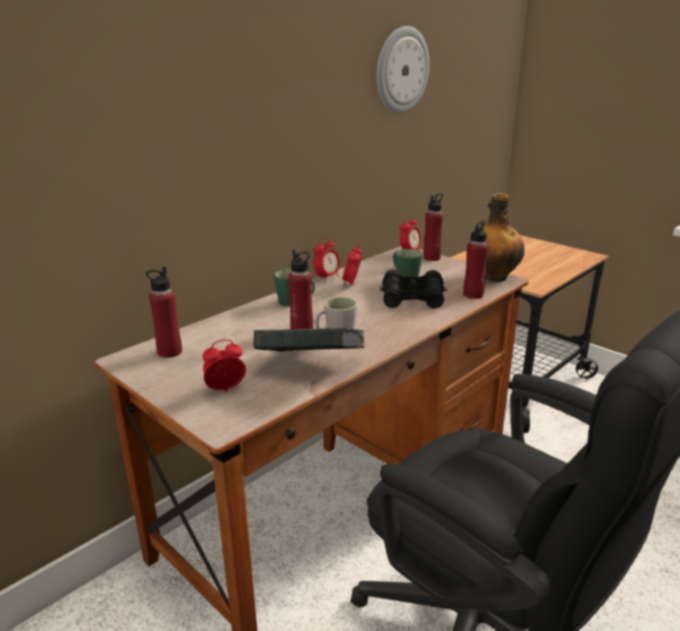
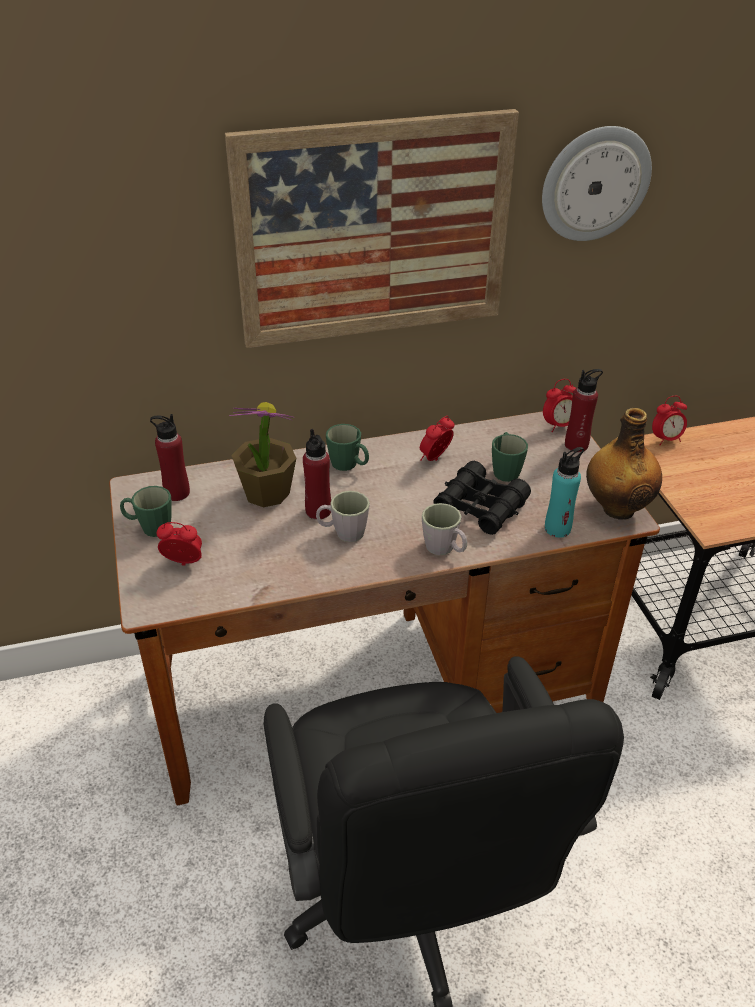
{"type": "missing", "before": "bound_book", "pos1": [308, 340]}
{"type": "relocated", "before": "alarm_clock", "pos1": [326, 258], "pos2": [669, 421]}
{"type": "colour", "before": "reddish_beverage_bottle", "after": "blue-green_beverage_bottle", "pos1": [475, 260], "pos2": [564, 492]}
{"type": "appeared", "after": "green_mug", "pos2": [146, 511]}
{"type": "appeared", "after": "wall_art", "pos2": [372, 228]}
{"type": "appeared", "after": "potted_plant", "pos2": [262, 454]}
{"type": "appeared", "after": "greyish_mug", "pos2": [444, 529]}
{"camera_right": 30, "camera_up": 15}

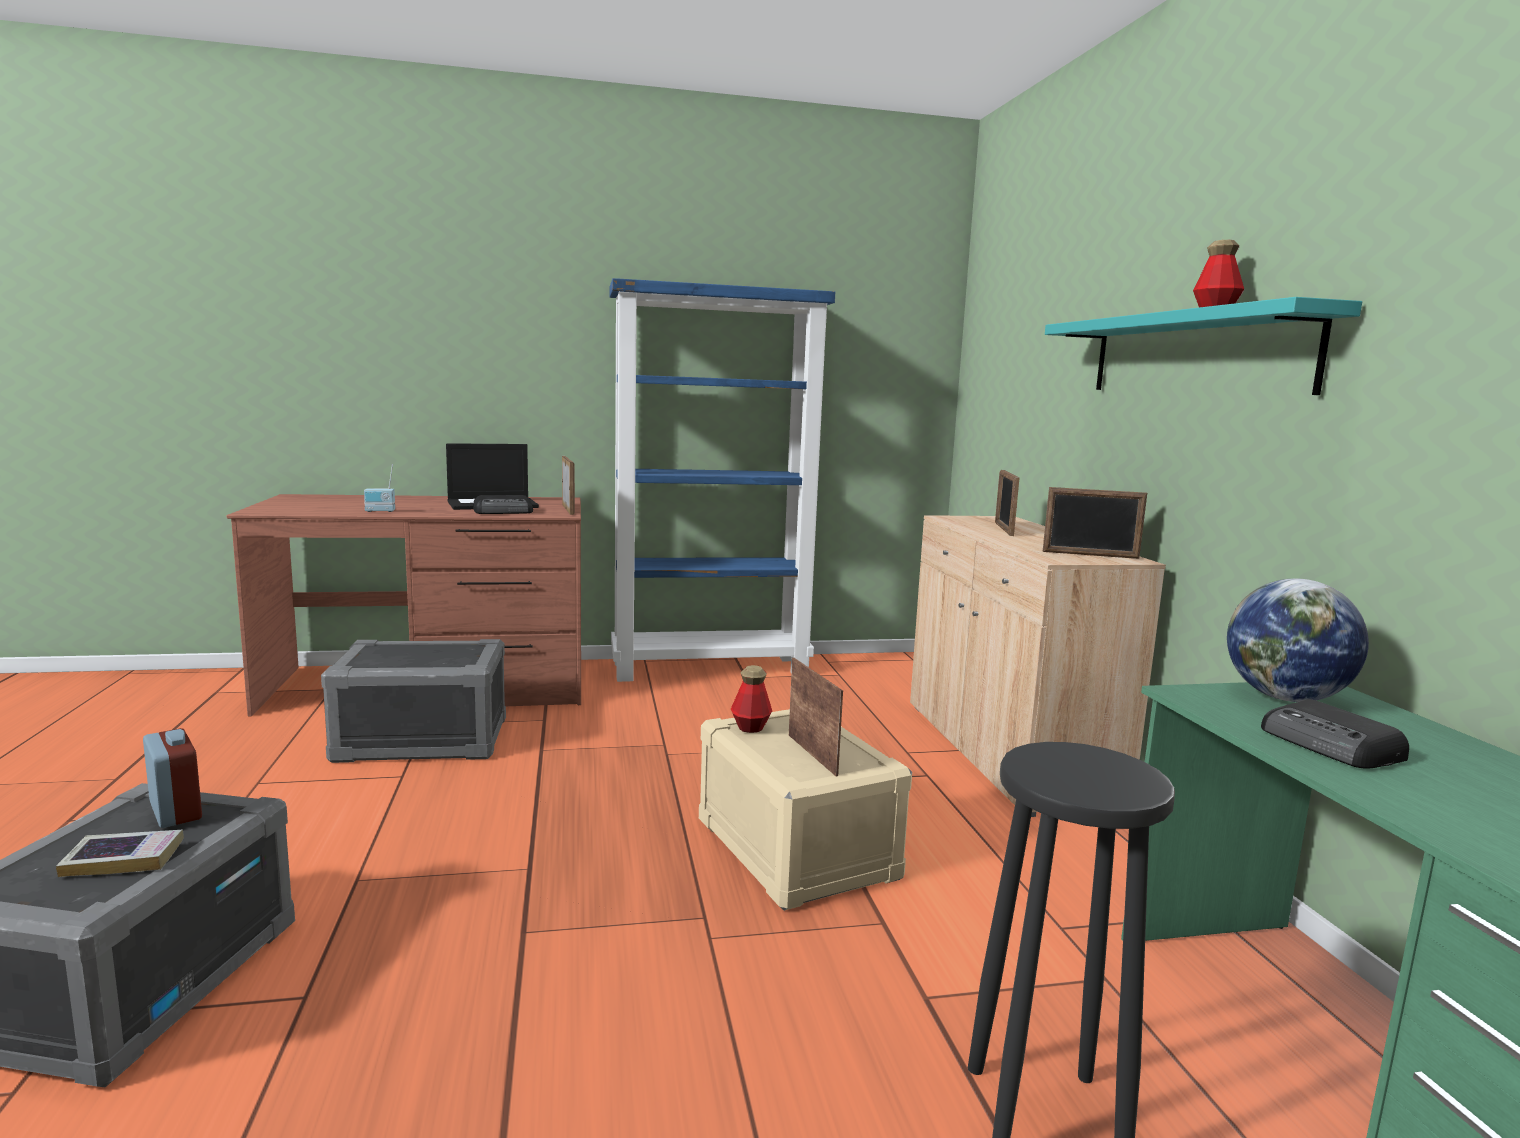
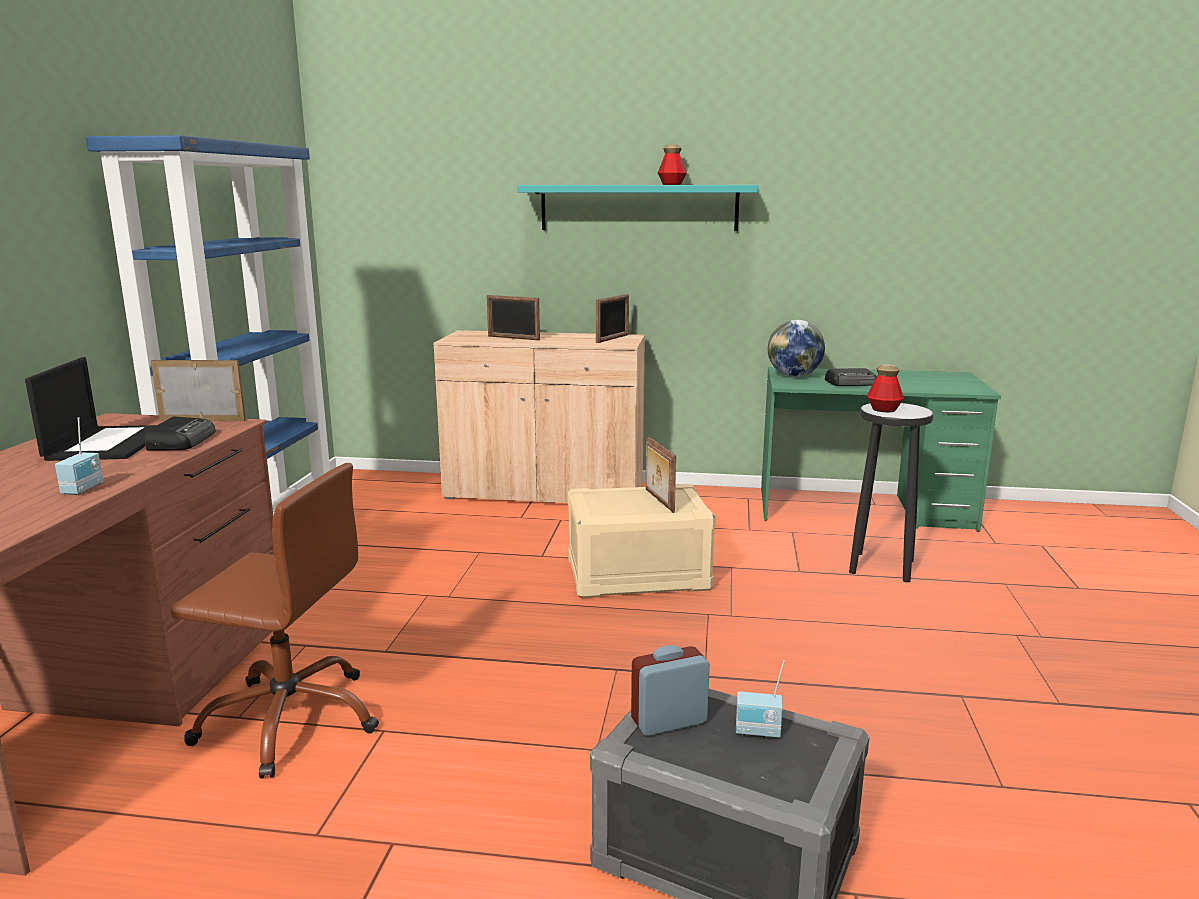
{"type": "exchanged", "before": "bound_book", "after": "radio", "pos1": [120, 853], "pos2": [760, 699]}
{"type": "exchanged", "before": "greyish_storage_box", "after": "brown_computer_chair", "pos1": [413, 701], "pos2": [275, 621]}
{"type": "relocated", "before": "beverage_bottle", "pos1": [751, 699], "pos2": [885, 388]}
{"type": "spun", "before": "standing_frame", "pos1": [816, 717], "pos2": [661, 474], "turn": -105}
{"camera_right": -70, "camera_up": 5}

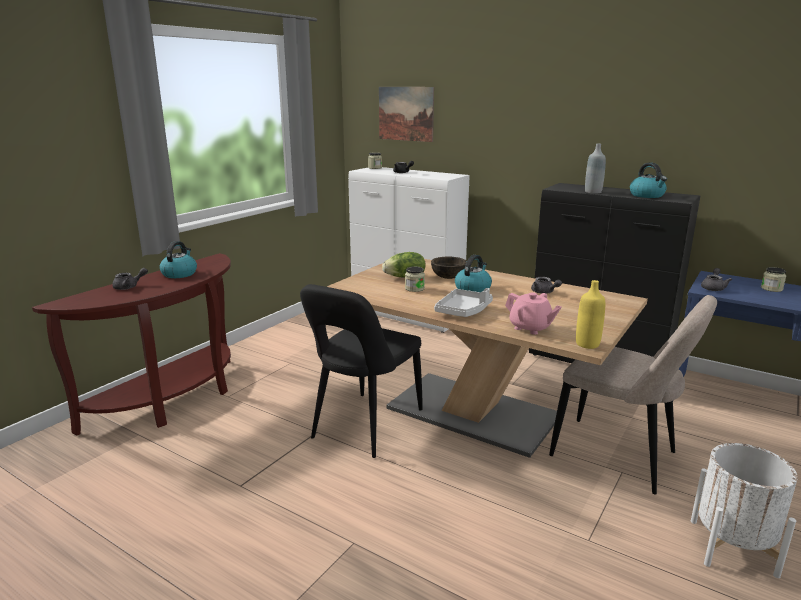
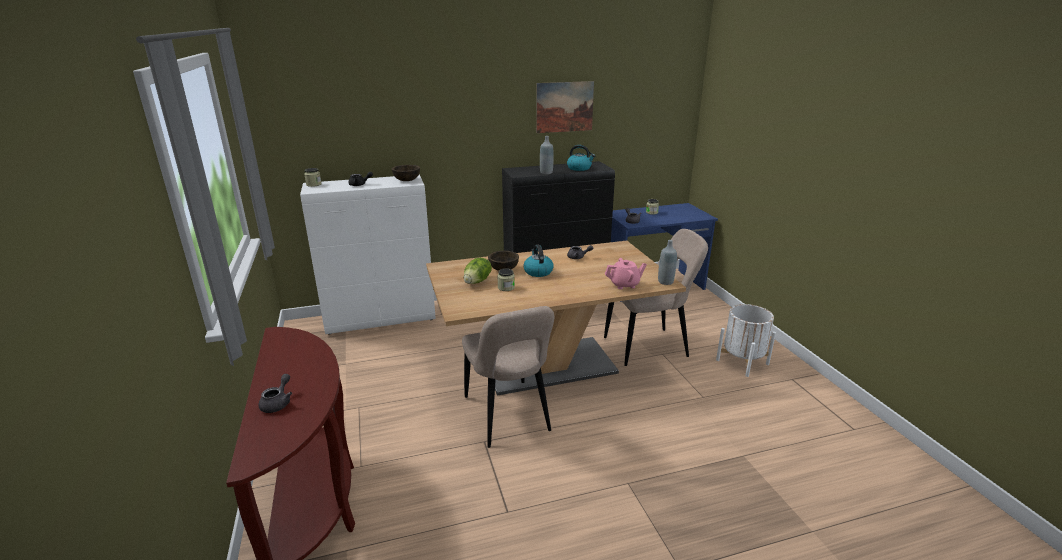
{"type": "missing", "before": "kettle", "pos1": [178, 259]}
{"type": "colour", "before": "blackish_plain_chair", "after": "beige_plain_chair", "pos1": [361, 371], "pos2": [508, 377]}
{"type": "relocated", "before": "wall_art", "pos1": [406, 114], "pos2": [565, 107]}
{"type": "missing", "before": "greyish_tray", "pos1": [463, 302]}
{"type": "colour", "before": "yellow-coloured_beverage_bottle", "after": "greyish_beverage_bottle", "pos1": [590, 314], "pos2": [667, 262]}
{"type": "appeared", "after": "brown_bowl", "pos2": [406, 173]}
{"camera_right": -50, "camera_up": 5}

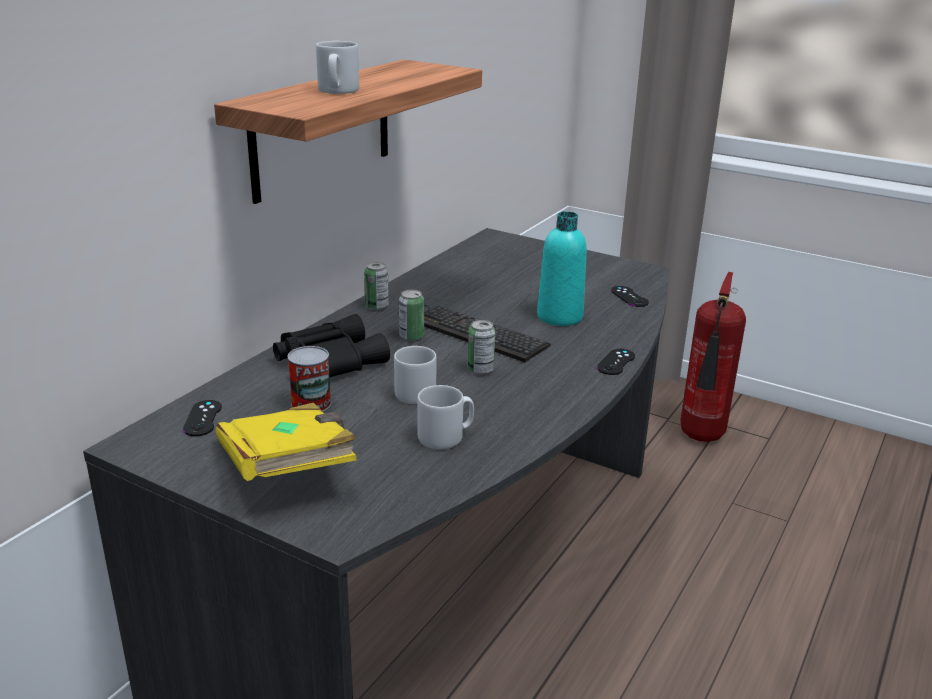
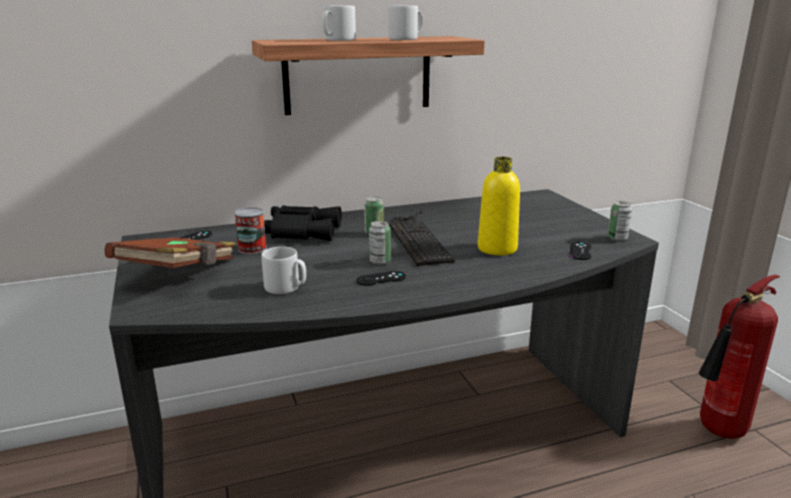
{"type": "colour", "before": "yellow-coloured_bound_book", "after": "brown_bound_book", "pos1": [286, 442], "pos2": [170, 253]}
{"type": "relocated", "before": "can", "pos1": [376, 286], "pos2": [620, 221]}
{"type": "relocated", "before": "greyish_mug", "pos1": [415, 375], "pos2": [405, 22]}
{"type": "colour", "before": "blue-green_beverage_bottle", "after": "yellow-coloured_beverage_bottle", "pos1": [562, 268], "pos2": [499, 206]}
{"type": "relocated", "before": "blackish_game_controller", "pos1": [616, 362], "pos2": [381, 278]}
{"camera_right": 40, "camera_up": -5}

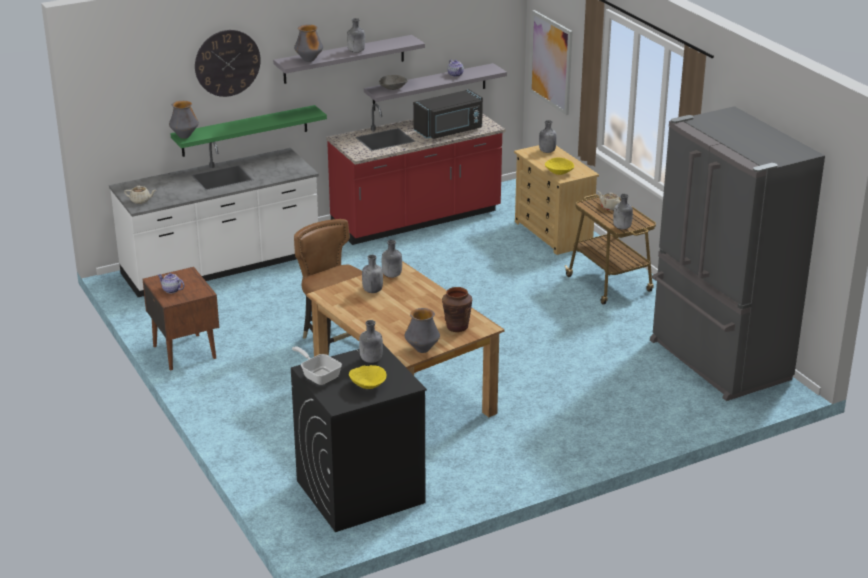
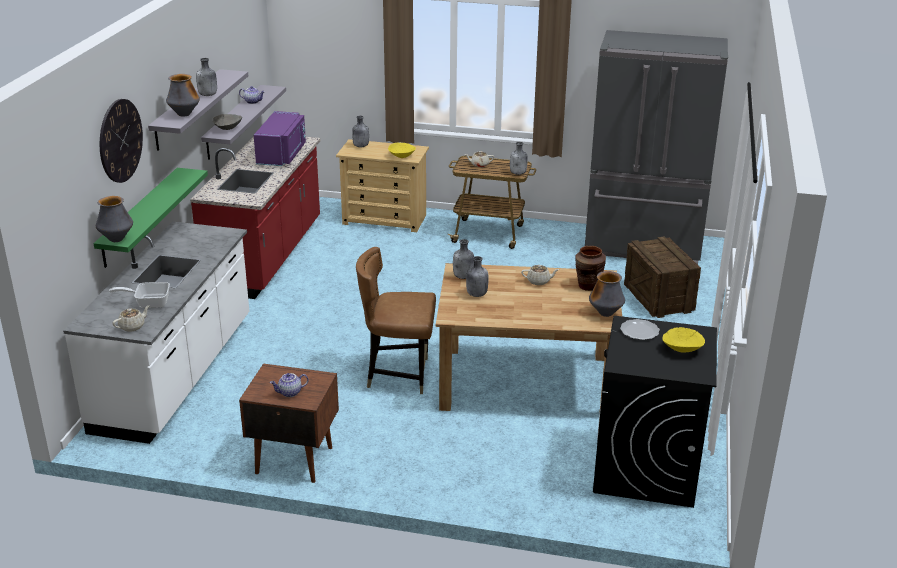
{"type": "relocated", "before": "frying_pan", "pos1": [317, 365], "pos2": [139, 295]}
{"type": "exchanged", "before": "greyish_beverage_bottle", "after": "plate", "pos1": [371, 341], "pos2": [640, 329]}
{"type": "colour", "before": "blackish_microwave_oven", "after": "purplish_microwave_oven", "pos1": [448, 114], "pos2": [280, 138]}
{"type": "missing", "before": "wall_art", "pos1": [551, 62]}
{"type": "appeared", "after": "beige_tea_pot", "pos2": [540, 275]}
{"type": "appeared", "after": "shipping_crate", "pos2": [662, 277]}
{"camera_right": -50, "camera_up": 0}

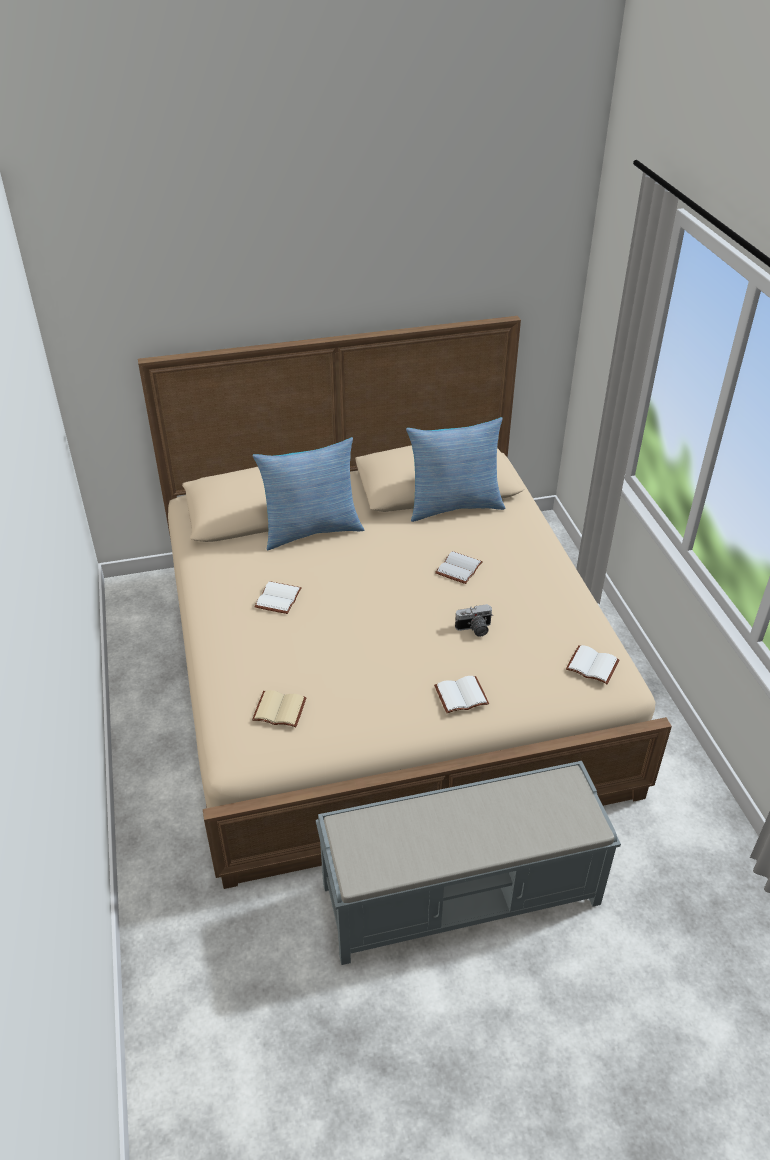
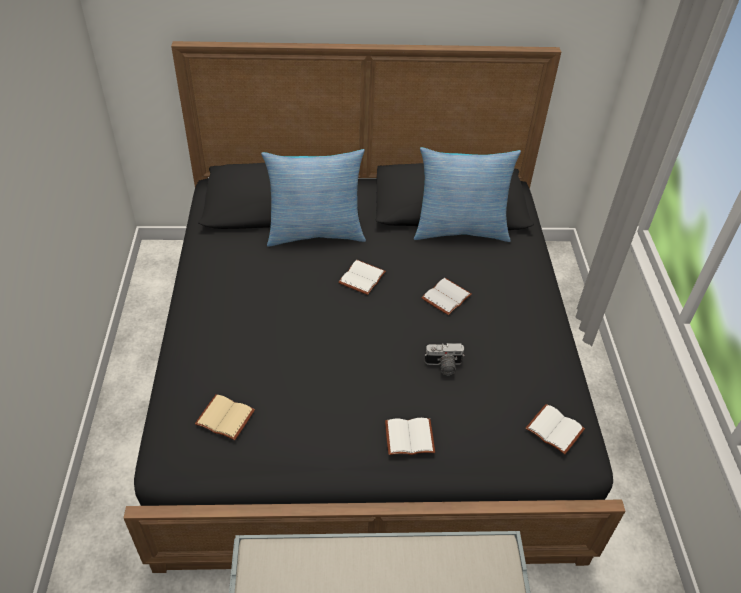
{"type": "colour", "before": "beige_bed", "after": "blackish_bed", "pos1": [405, 602], "pos2": [374, 307]}
{"type": "relocated", "before": "white-coloured_bound_book", "pos1": [278, 597], "pos2": [362, 277]}
{"camera_right": 10, "camera_up": 5}

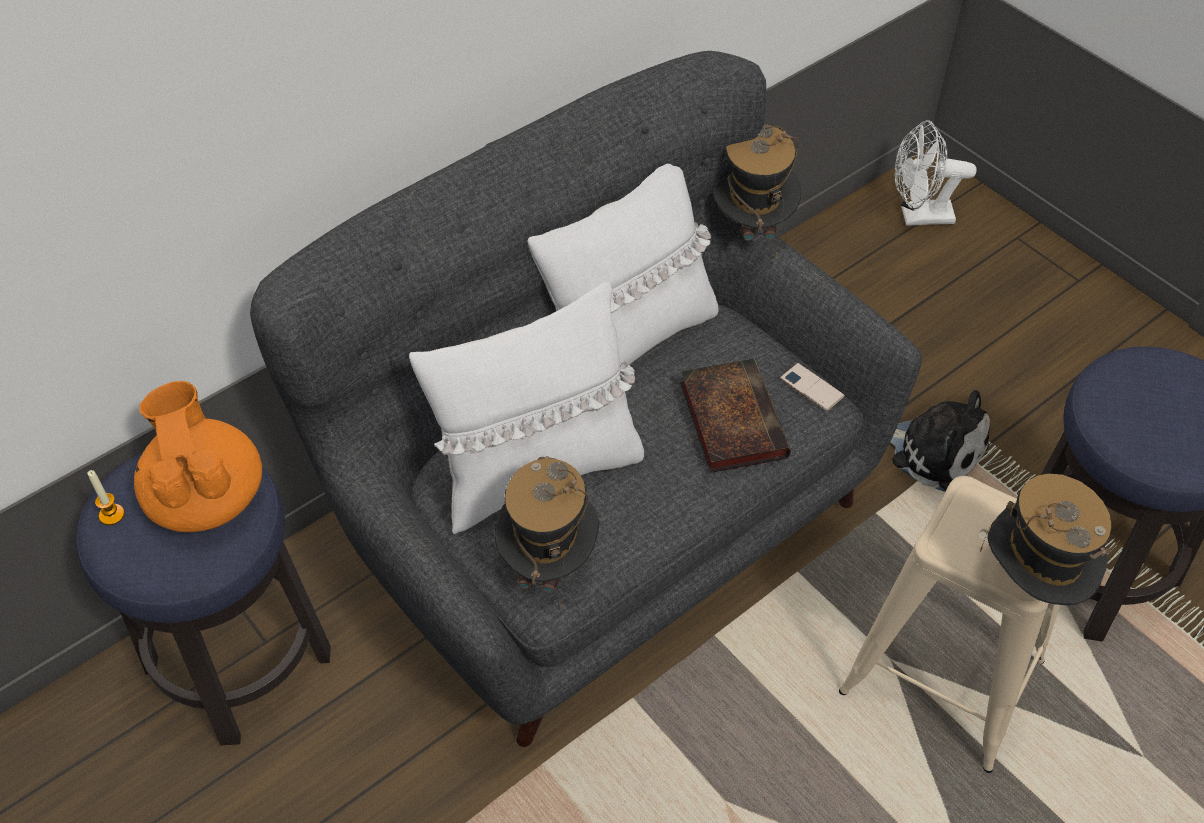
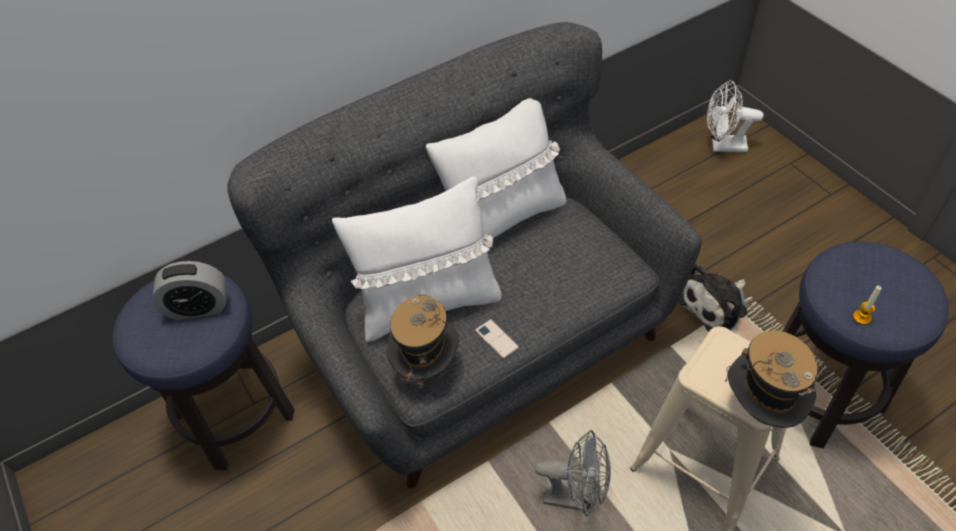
{"type": "relocated", "before": "wax_candle", "pos1": [106, 497], "pos2": [867, 305]}
{"type": "exchanged", "before": "orange_tea_pot", "after": "alarm_clock", "pos1": [198, 456], "pos2": [189, 290]}
{"type": "missing", "before": "bound_book", "pos1": [735, 416]}
{"type": "missing", "before": "hat", "pos1": [756, 192]}
{"type": "relocated", "before": "phone", "pos1": [812, 387], "pos2": [497, 339]}
{"type": "spun", "before": "soft_toy", "pos1": [940, 441], "pos2": [712, 298], "turn": 105}
{"type": "appeared", "after": "greyish_cooling_fan", "pos2": [572, 473]}
{"camera_right": 10, "camera_up": 0}

